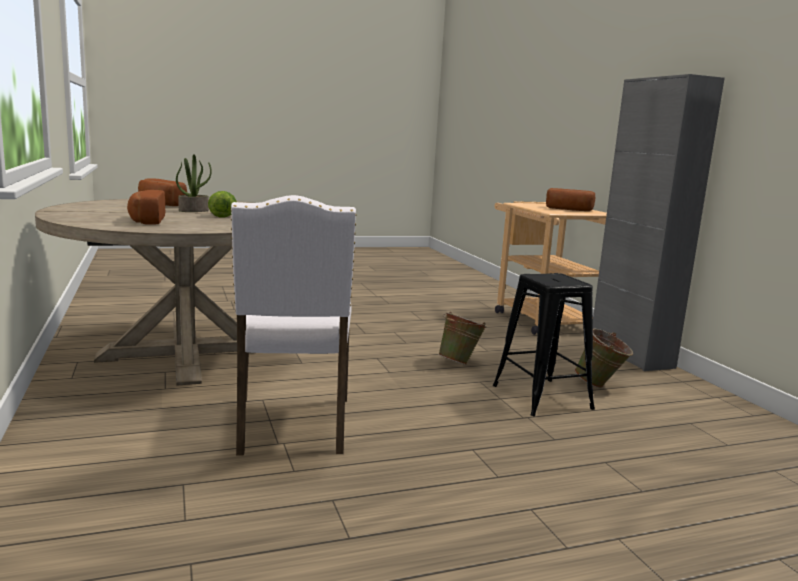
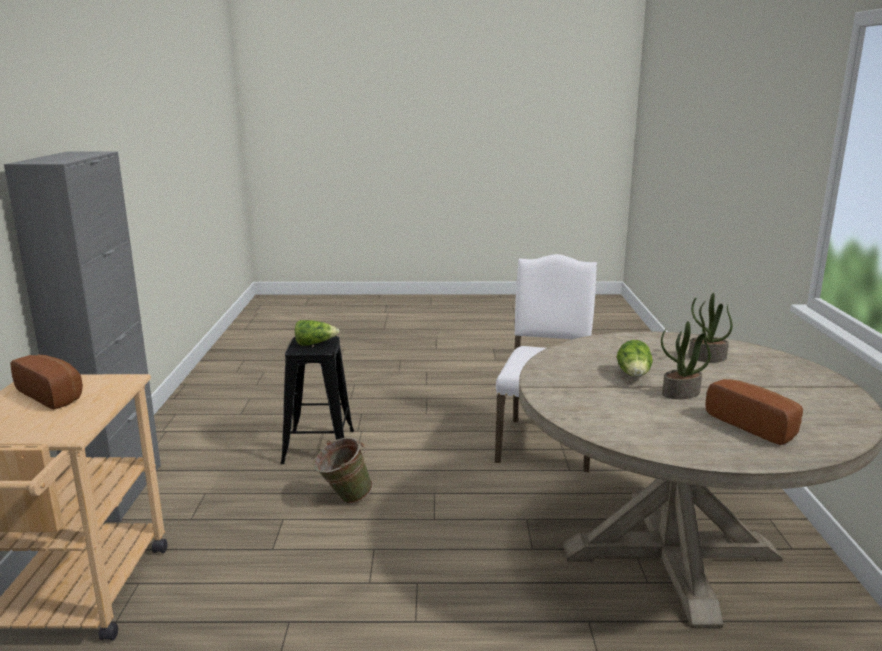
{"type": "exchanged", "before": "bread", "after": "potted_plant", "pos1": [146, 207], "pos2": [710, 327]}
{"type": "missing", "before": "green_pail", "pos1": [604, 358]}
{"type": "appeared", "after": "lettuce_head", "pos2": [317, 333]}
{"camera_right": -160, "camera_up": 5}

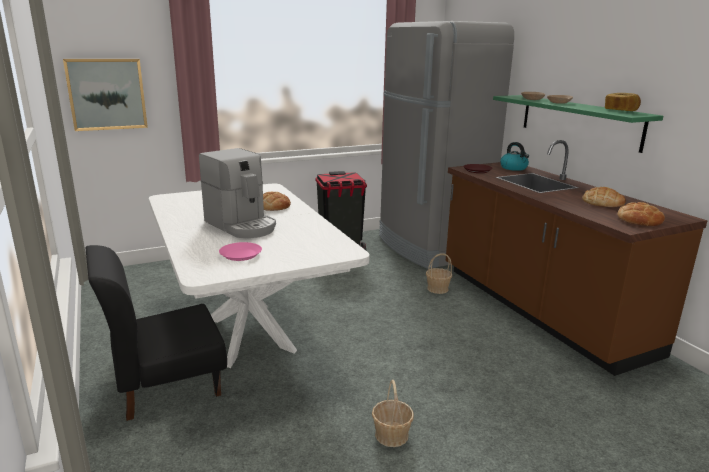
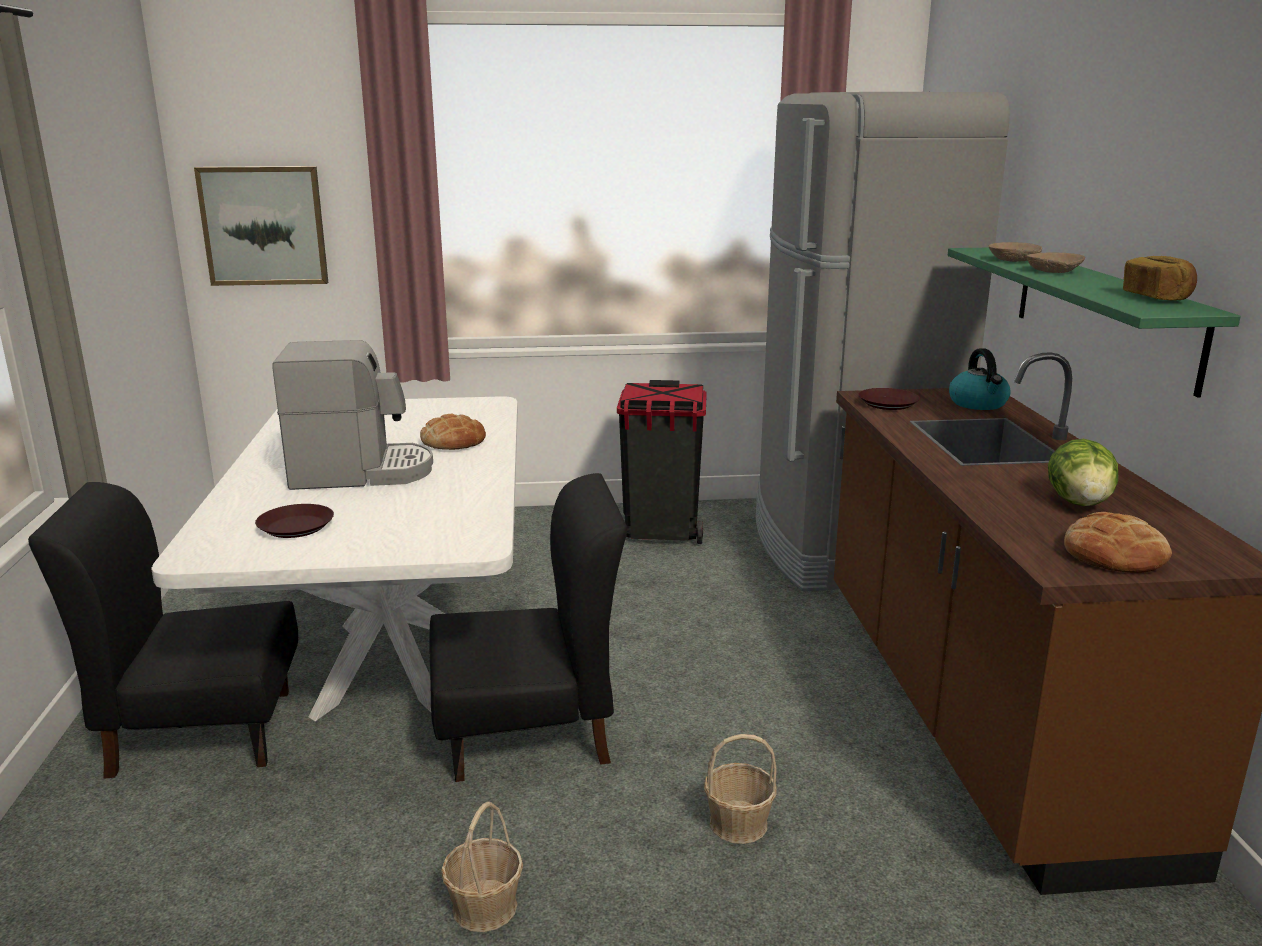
{"type": "spun", "before": "coffee_maker", "pos1": [237, 193], "pos2": [352, 415], "turn": -75}
{"type": "colour", "before": "pinkish_plate", "after": "brown_plate", "pos1": [240, 251], "pos2": [294, 521]}
{"type": "relocated", "before": "basket", "pos1": [439, 273], "pos2": [740, 789]}
{"type": "exchanged", "before": "bread", "after": "lettuce_head", "pos1": [604, 197], "pos2": [1083, 472]}
{"type": "appeared", "after": "blackish_plain_chair", "pos2": [528, 627]}
{"camera_right": 20, "camera_up": 0}

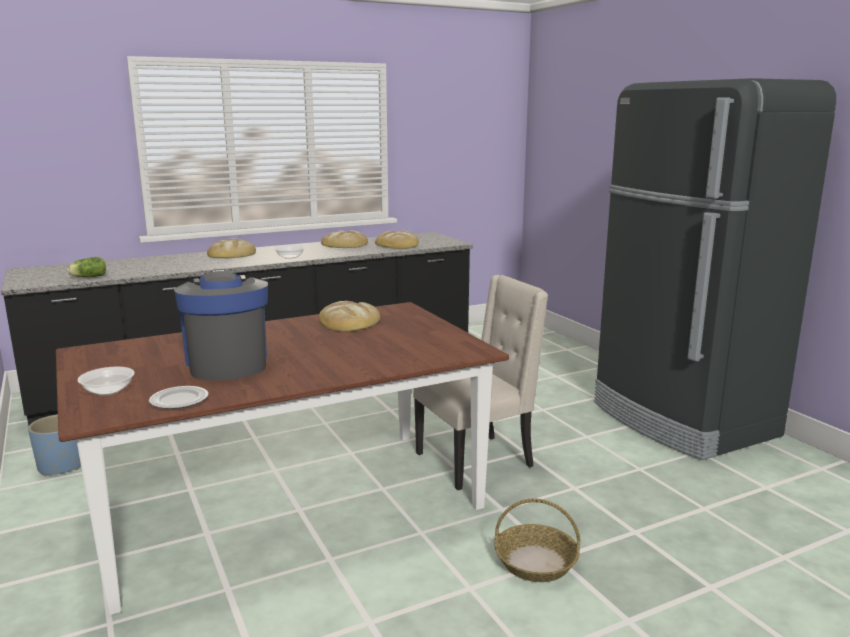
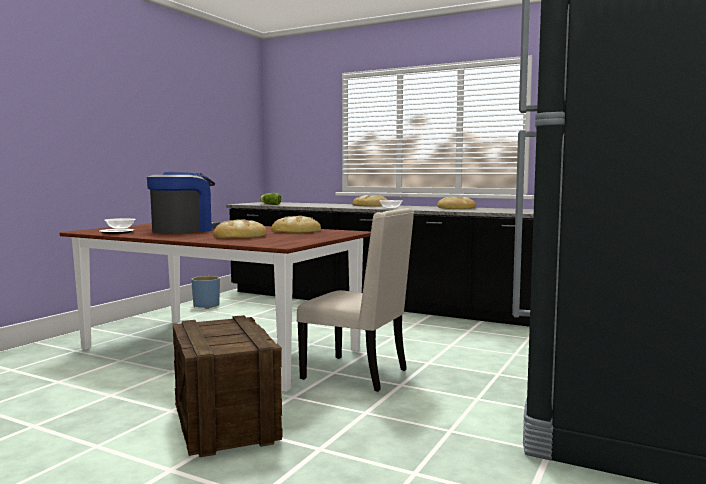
{"type": "relocated", "before": "bread", "pos1": [397, 240], "pos2": [239, 228]}
{"type": "exchanged", "before": "basket", "after": "shipping_crate", "pos1": [537, 540], "pos2": [228, 386]}
{"camera_right": 55, "camera_up": -10}

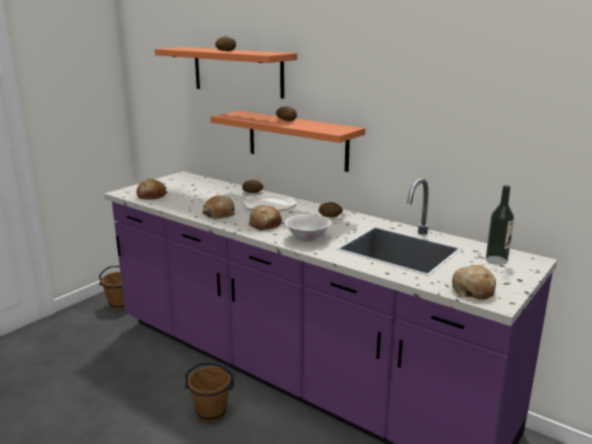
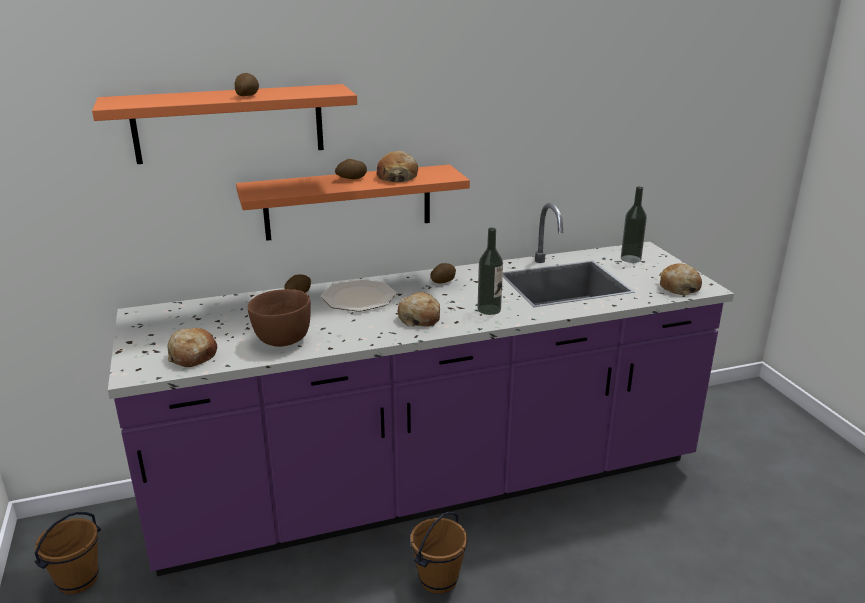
{"type": "relocated", "before": "bread", "pos1": [219, 206], "pos2": [397, 166]}
{"type": "exchanged", "before": "white-coloured_bowl", "after": "beverage_bottle", "pos1": [308, 228], "pos2": [490, 271]}
{"type": "appeared", "after": "brown_bowl", "pos2": [279, 318]}
{"camera_right": -55, "camera_up": 5}

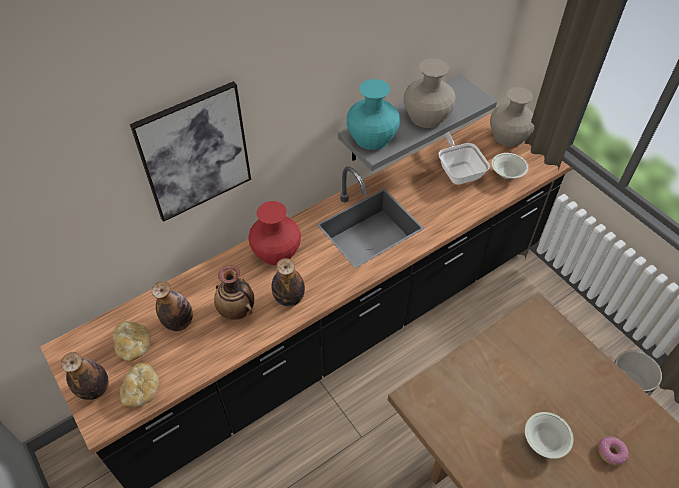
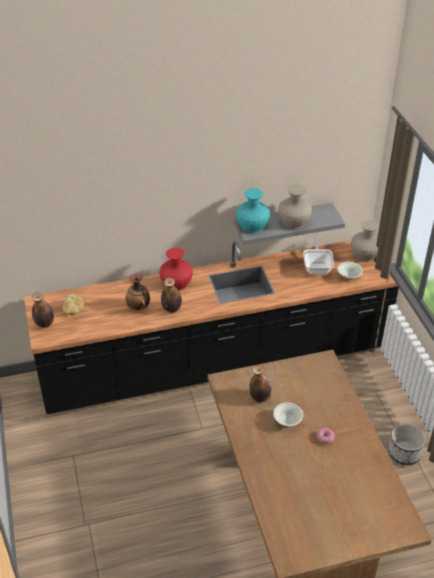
{"type": "missing", "before": "bread", "pos1": [140, 385]}
{"type": "missing", "before": "wall_art", "pos1": [190, 151]}
{"type": "relocated", "before": "beverage_bottle", "pos1": [172, 306], "pos2": [260, 383]}
{"camera_right": 20, "camera_up": -10}

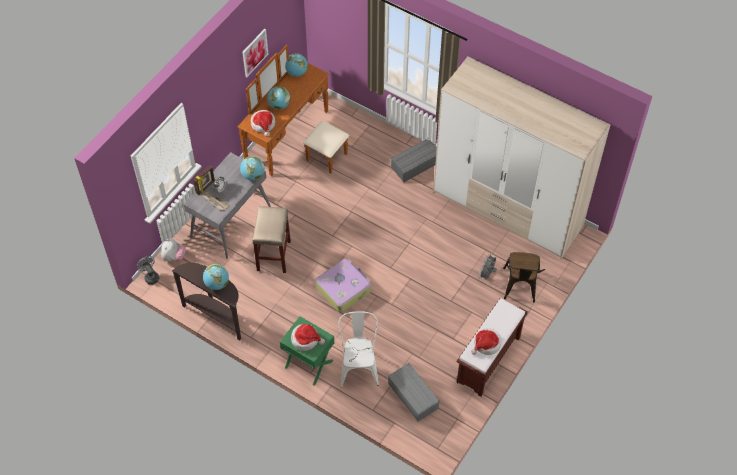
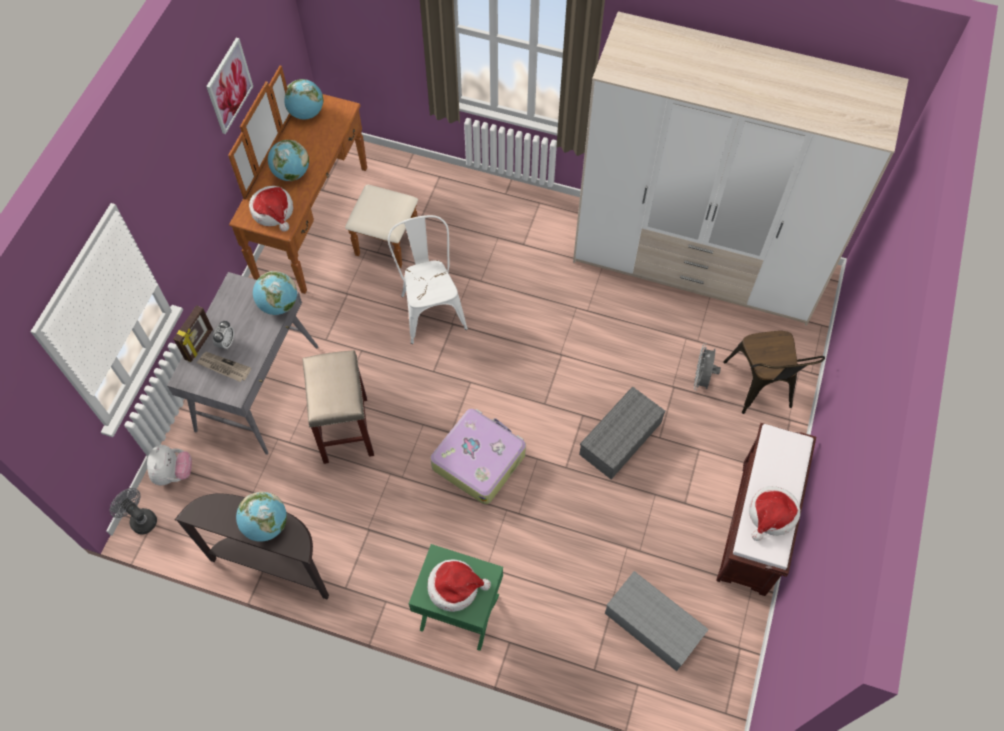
{"type": "relocated", "before": "white-coloured_plain_chair", "pos1": [358, 349], "pos2": [428, 279]}
{"type": "relocated", "before": "greyish_storage_box", "pos1": [414, 160], "pos2": [622, 432]}
{"camera_right": -15, "camera_up": 5}

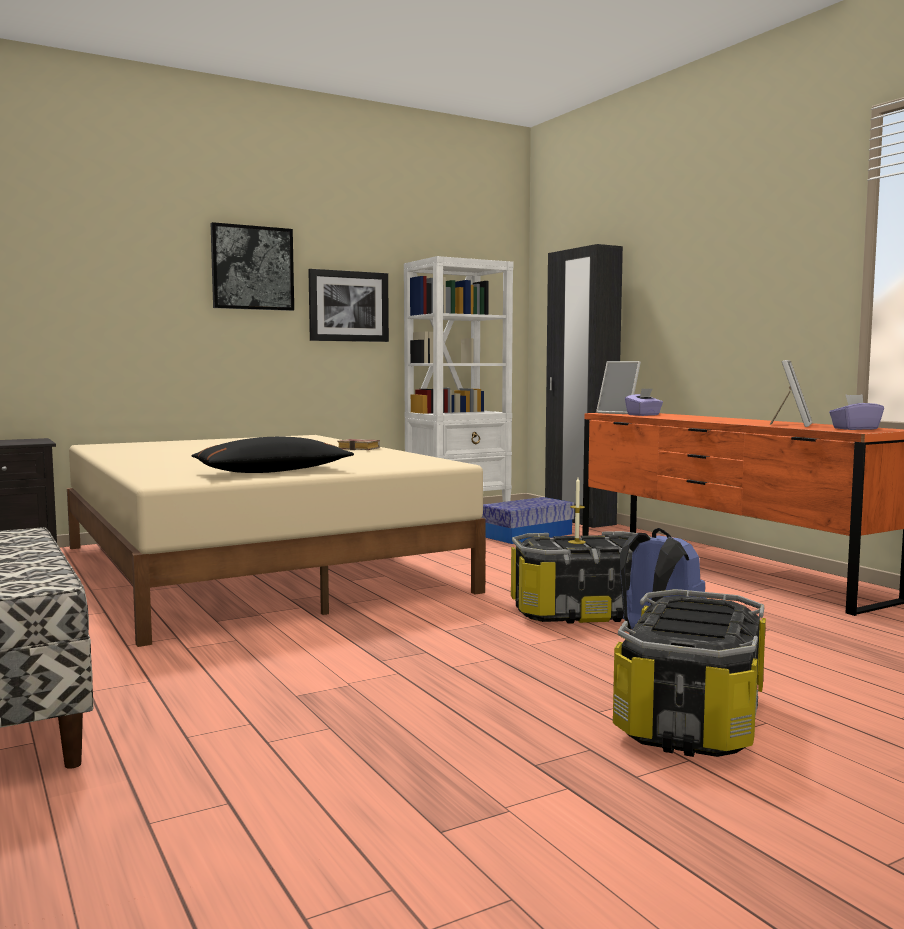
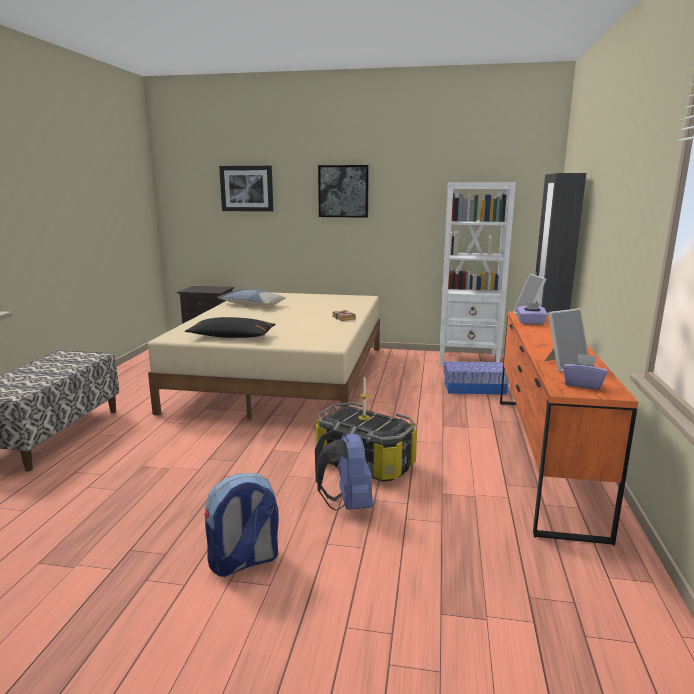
{"type": "relocated", "before": "wall_art", "pos1": [348, 305], "pos2": [246, 189]}
{"type": "exchanged", "before": "storage_box", "after": "knapsack", "pos1": [689, 673], "pos2": [241, 525]}
{"type": "appeared", "after": "pillow", "pos2": [251, 297]}
{"camera_right": 40, "camera_up": 10}

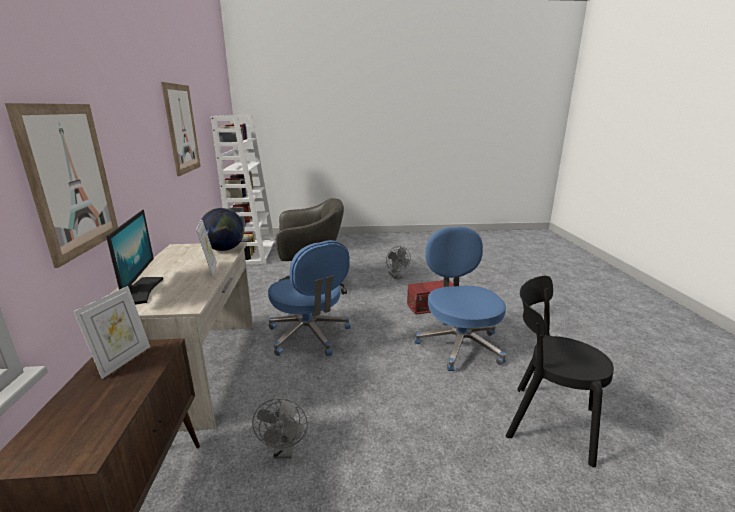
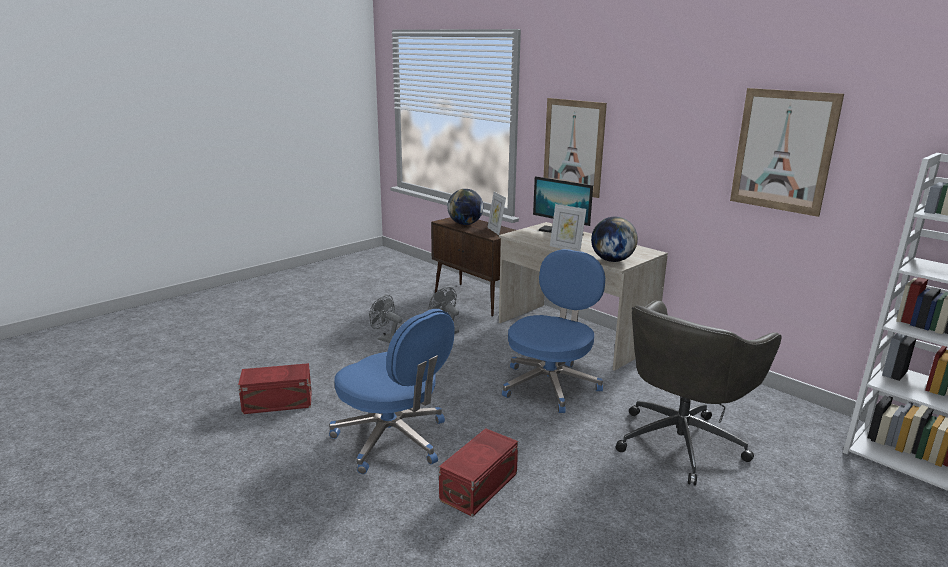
{"type": "spun", "before": "blue-coloured_computer_chair", "pos1": [309, 298], "pos2": [553, 331], "turn": 105}
{"type": "relocated", "before": "greyish_cooling_fan", "pos1": [398, 262], "pos2": [385, 319]}
{"type": "exchanged", "before": "blackish_plain_chair", "after": "reddish_storage_box", "pos1": [560, 371], "pos2": [275, 388]}
{"type": "appeared", "after": "world_globe", "pos2": [465, 207]}
{"camera_right": 140, "camera_up": 0}

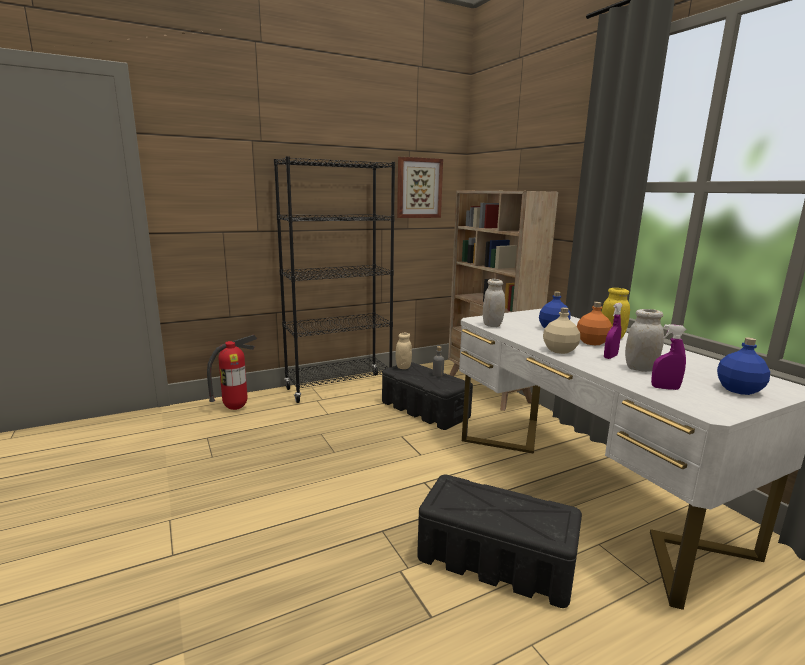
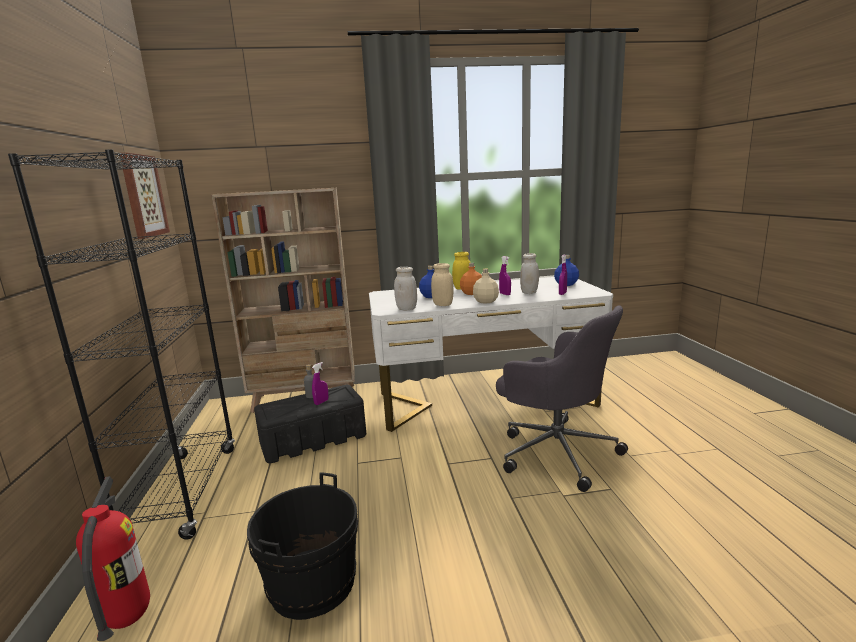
{"type": "relocated", "before": "beige_storage_jar", "pos1": [403, 351], "pos2": [442, 284]}
{"type": "exchanged", "before": "blackish_storage_box", "after": "greyish_computer_chair", "pos1": [499, 541], "pos2": [562, 398]}
{"type": "appeared", "after": "blackish_pail", "pos2": [302, 546]}
{"type": "appeared", "after": "purplish_spray_bottle", "pos2": [320, 383]}
{"camera_right": -70, "camera_up": 0}

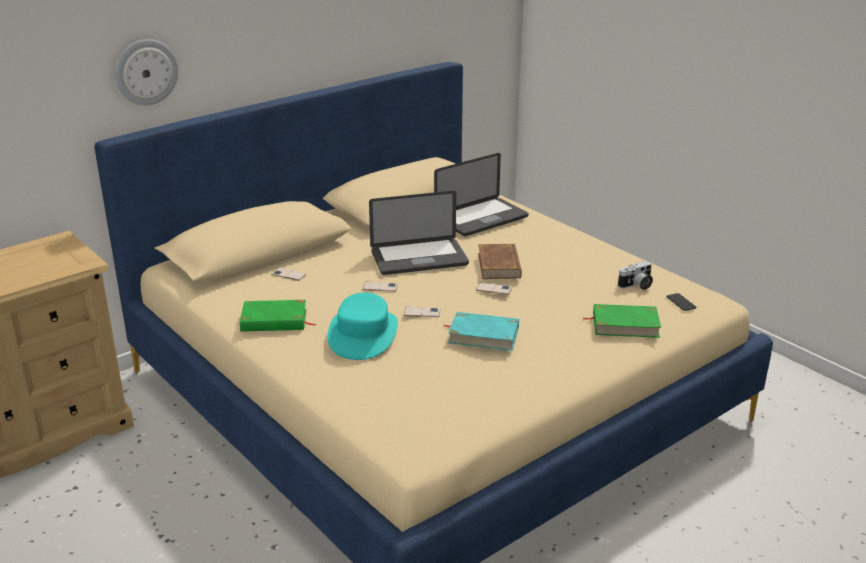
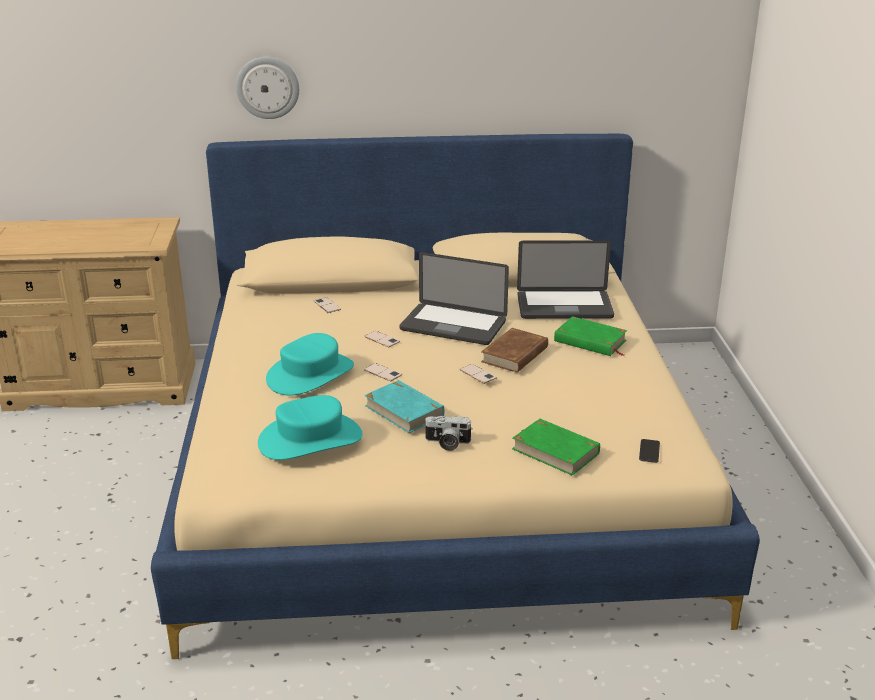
{"type": "relocated", "before": "green_bound_book", "pos1": [278, 316], "pos2": [590, 336]}
{"type": "relocated", "before": "still_camera", "pos1": [635, 275], "pos2": [448, 433]}
{"type": "appeared", "after": "blue-green_hat", "pos2": [310, 427]}
{"camera_right": 35, "camera_up": 0}

